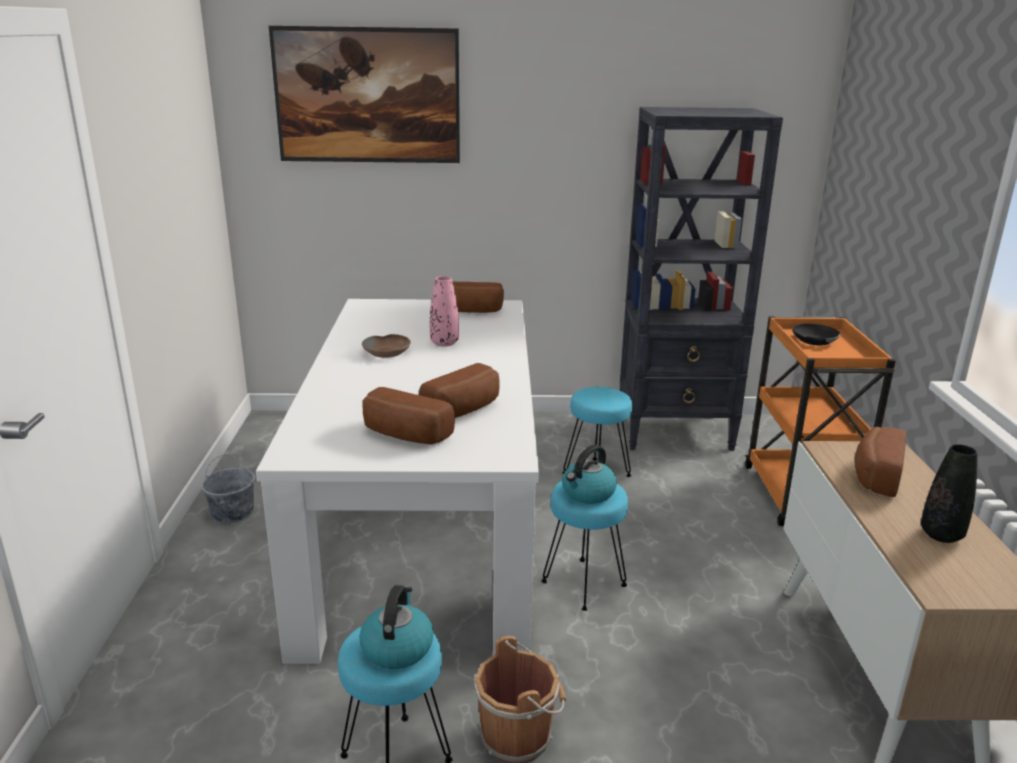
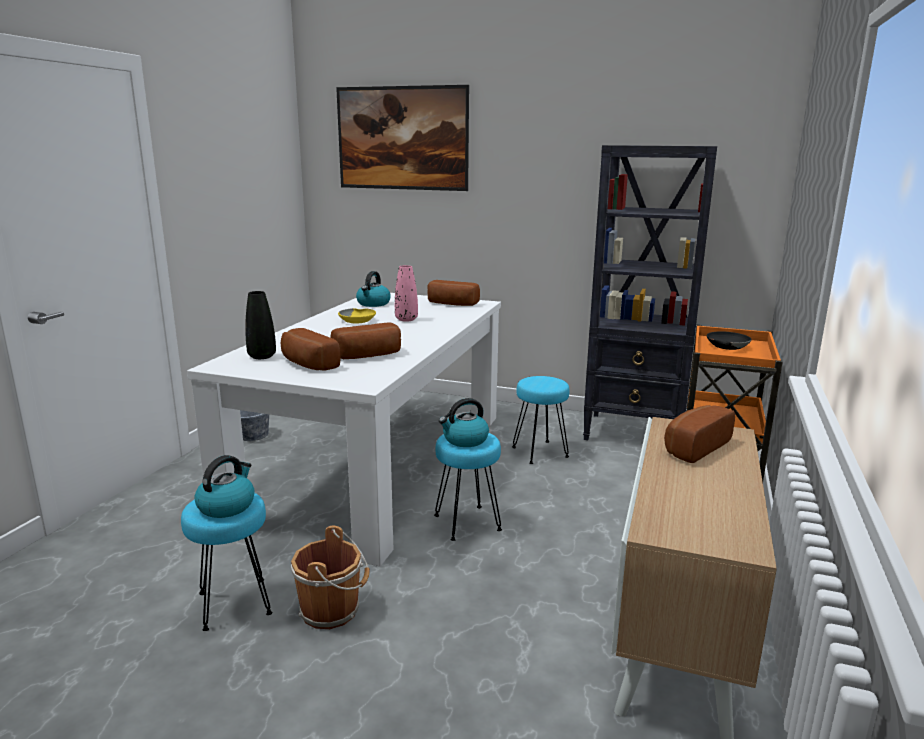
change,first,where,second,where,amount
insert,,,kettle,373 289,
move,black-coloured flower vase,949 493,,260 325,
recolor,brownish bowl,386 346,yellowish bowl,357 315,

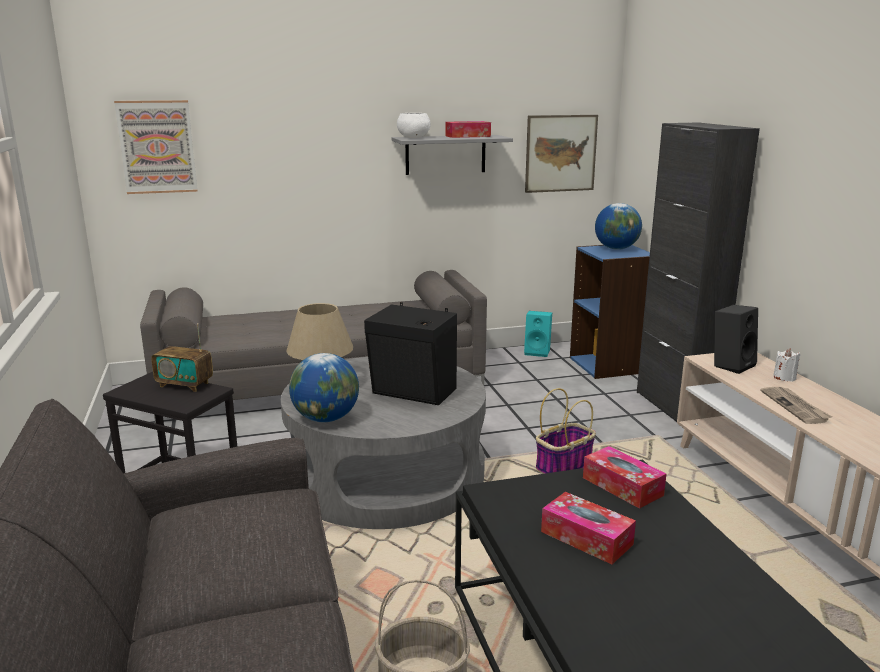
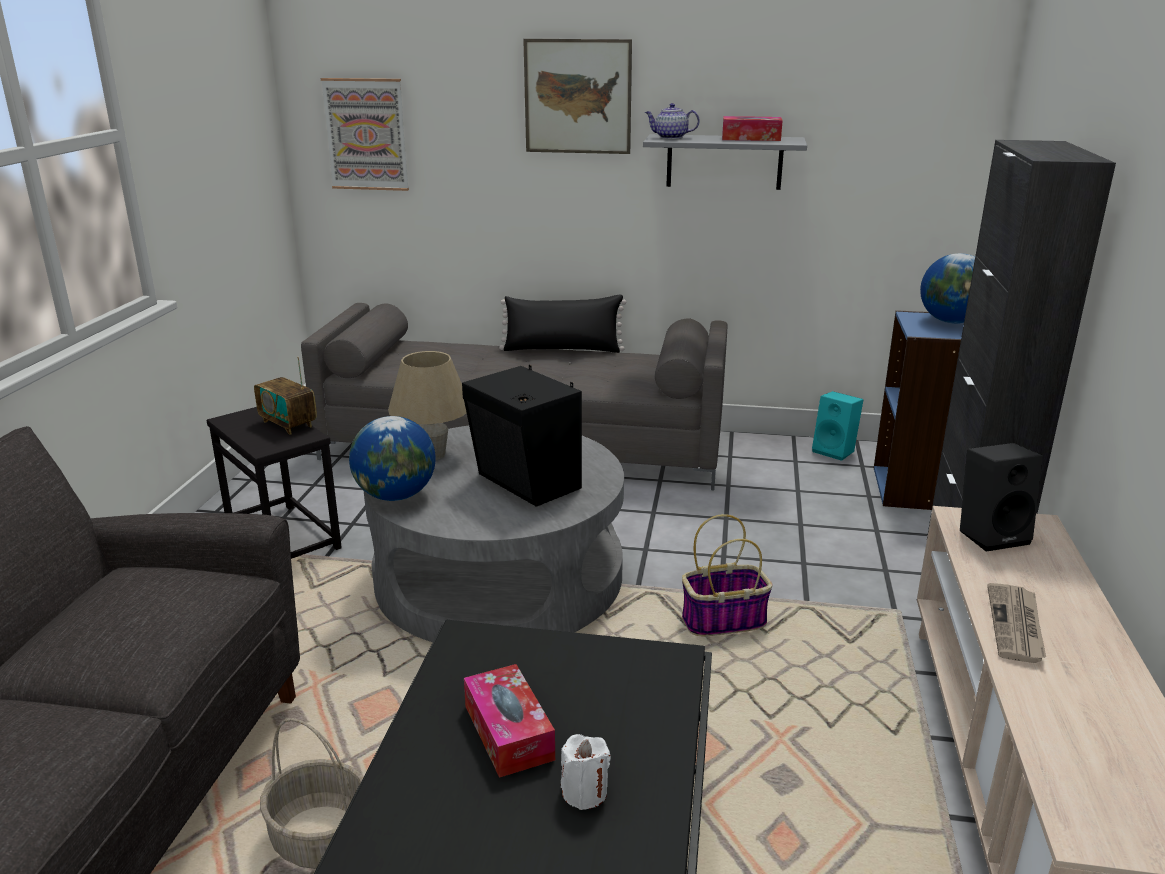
change,first,where,second,where,amount
delete,tissue box,624 477,,,
insert,,,black-coloured cushion,562 324,
move,wall art,561 154,,577 96,
move,white wax candle,786 365,,586 772,
replace,white bowl,414 125,tea pot,672 121,

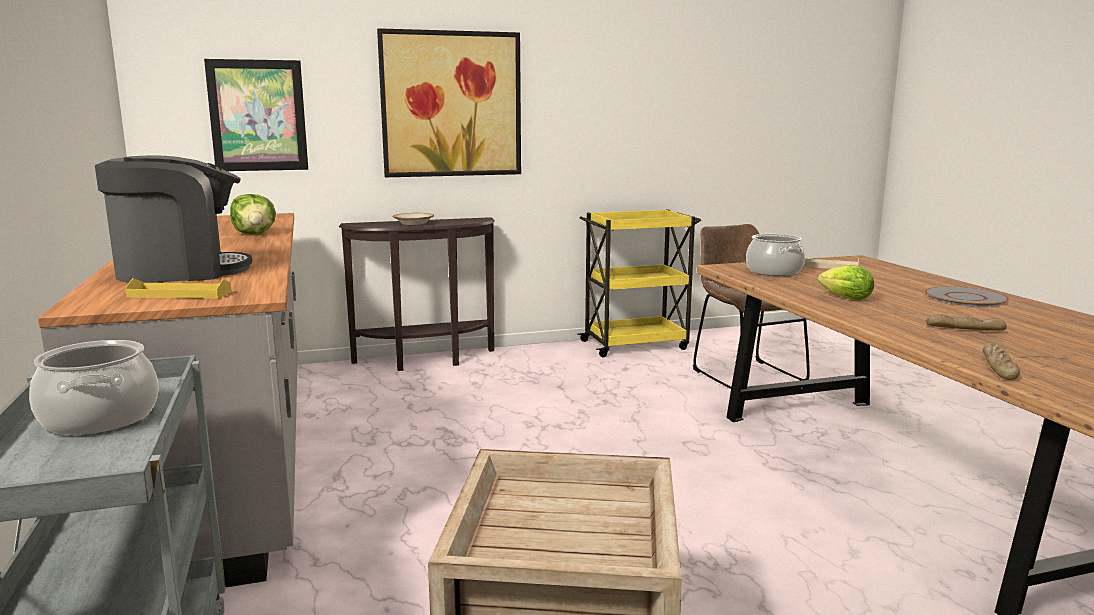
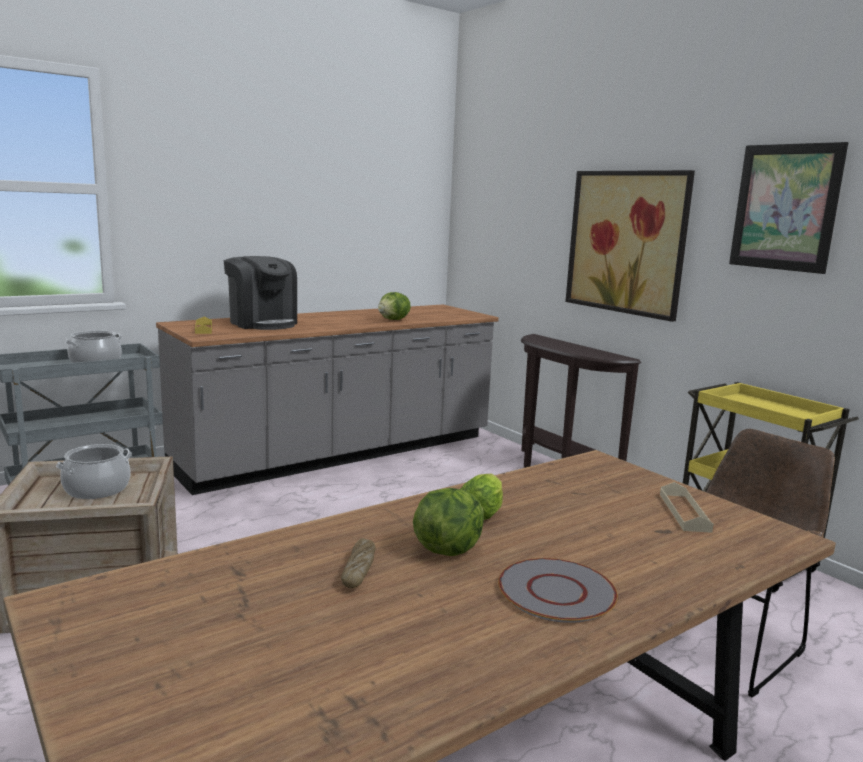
change,first,where,second,where,amount
delete,bowl,413 219,,,
delete,bakery bread,1001 361,,,
insert,,,head of lettuce,448 522,
move,wall art,256 115,,788 208,
move,cooking pot,775 255,,94 471,

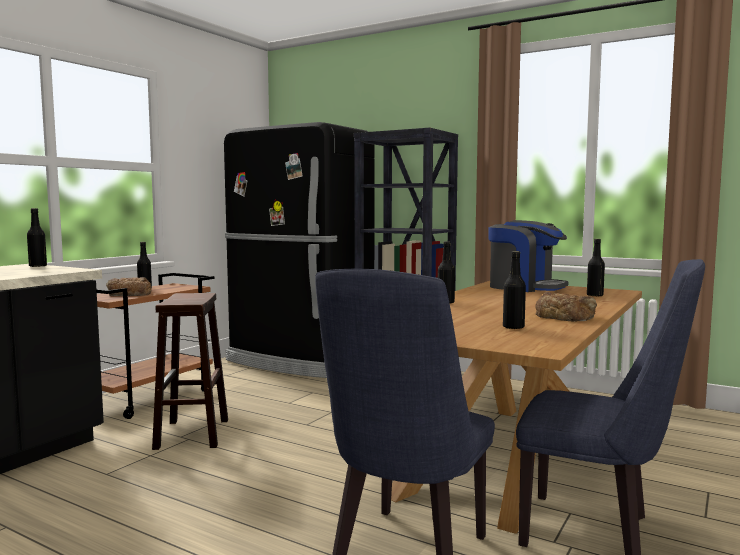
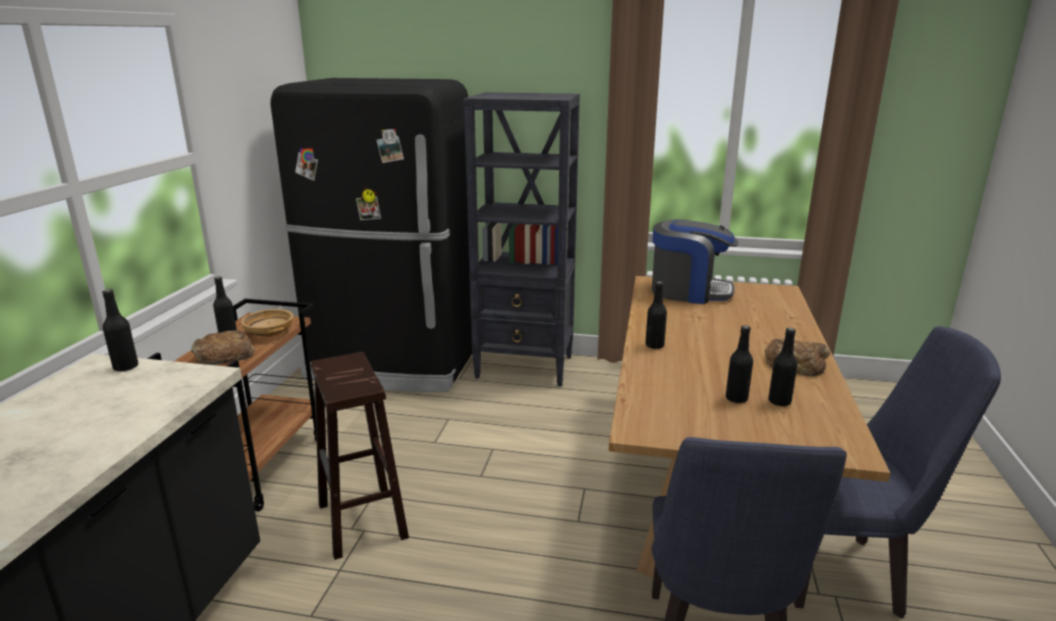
change,first,where,second,where,amount
insert,,,beige-coloured bowl,267 323,
move,black-coloured beverage bottle,596 267,,739 364,

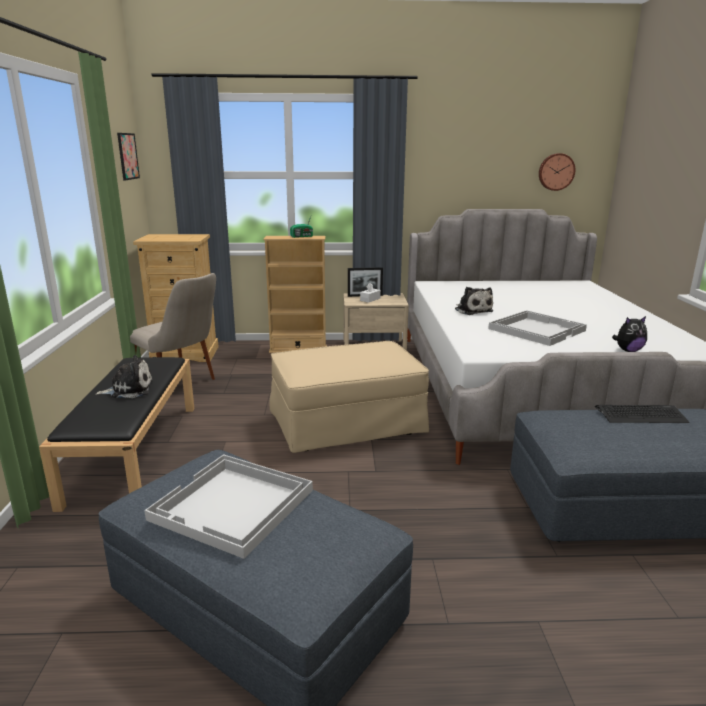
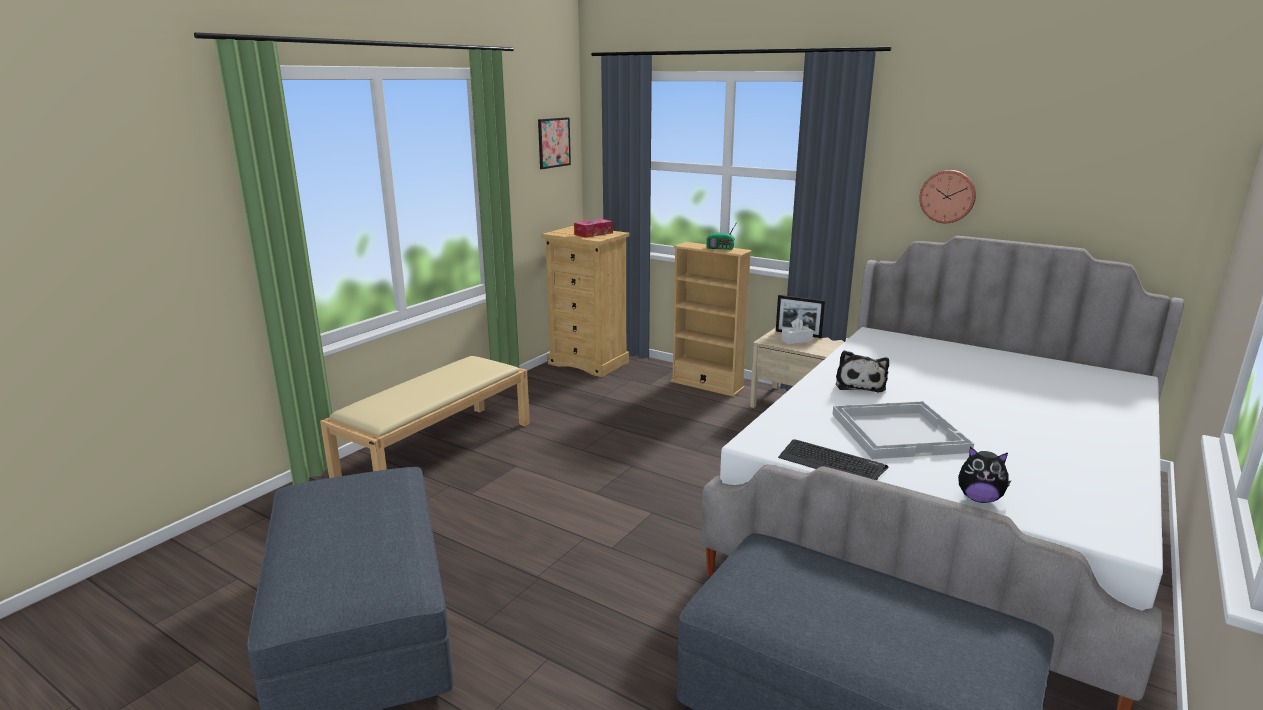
change,first,where,second,where,amount
delete,soft toy,124 376,,,
delete,beige-coloured plain chair,173 326,,,
delete,white tray,228 506,,,
delete,beige-coloured footrest,349 397,,,
insert,,,tissue box,593 228,
move,clock on the wall,557 172,,947 196,
move,PC keyboard,642 414,,833 459,
recolor,black-coloured long seat,116 434,beige-coloured long seat,425 417,

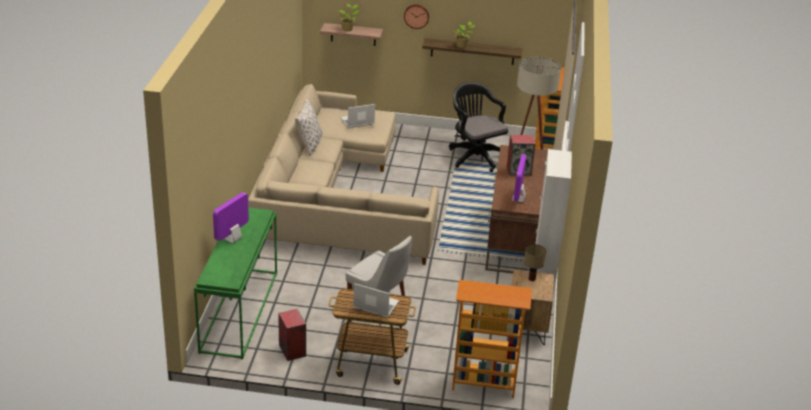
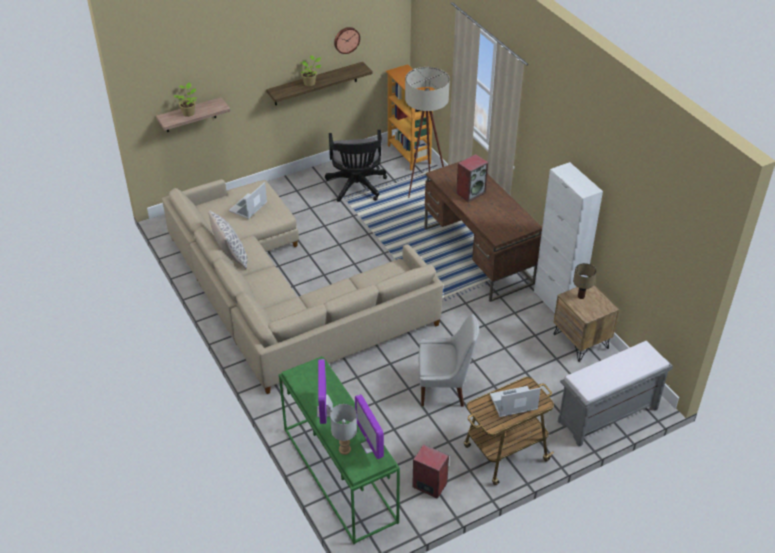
change,first,where,second,where,amount
insert,,,grey table lamp,343 429,
move,clock on the wall,416 16,,347 40,
move,computer display,519 178,,369 426,
replace,bookcase,492 339,grey long seat,615 393,
rotate,black-coloured desk chair,478 127,,356 166,120 degrees counterclockwise

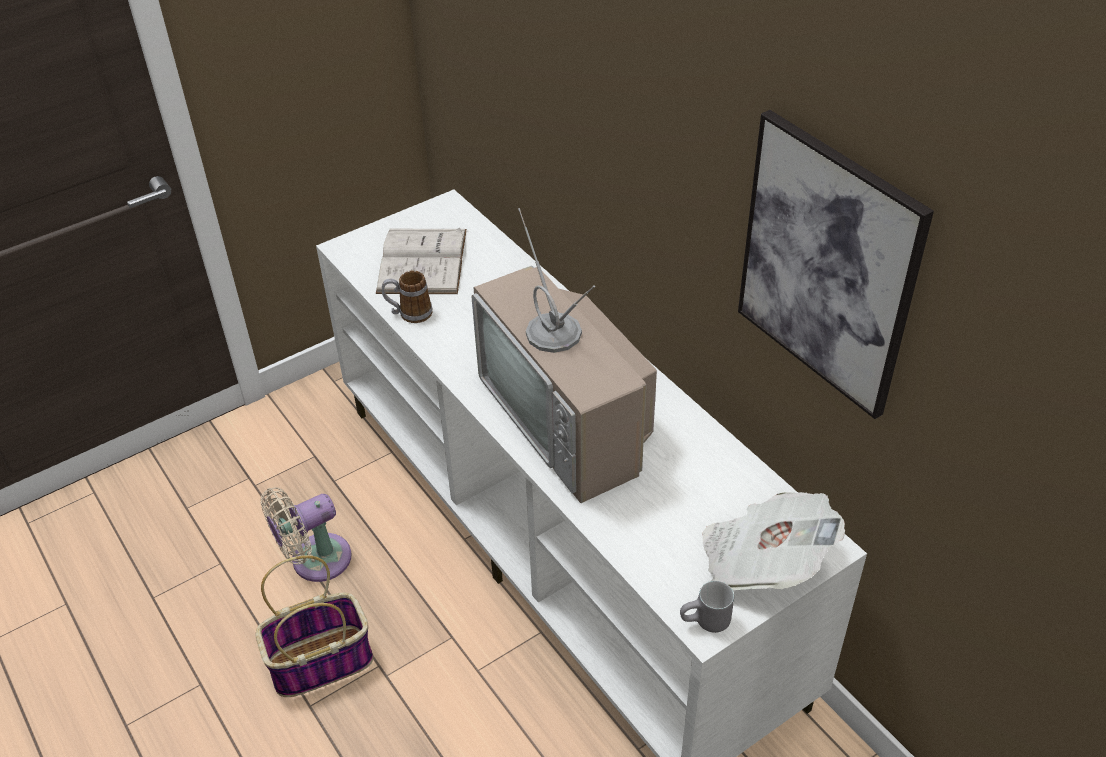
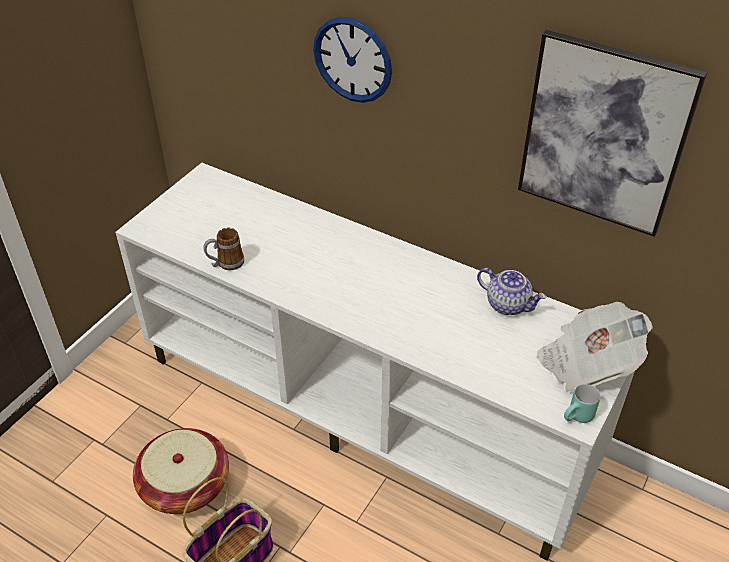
change,first,where,second,where,amount
delete,white volume,421 261,,,
delete,TV set,564 355,,,
insert,,,clock on the wall,352 60,
insert,,,tea pot,511 291,
replace,beige-coloured fan,306 534,basket,181 471,
recolor,grey mug,707 607,blue-green mug,582 403,

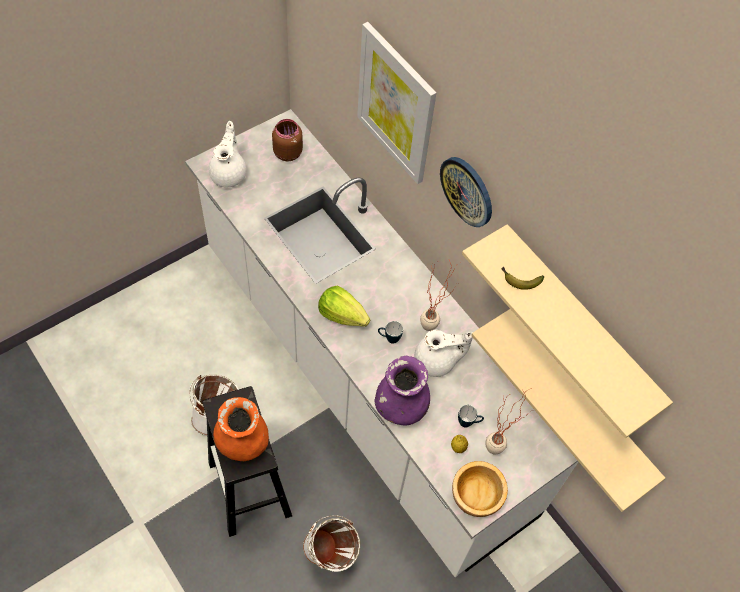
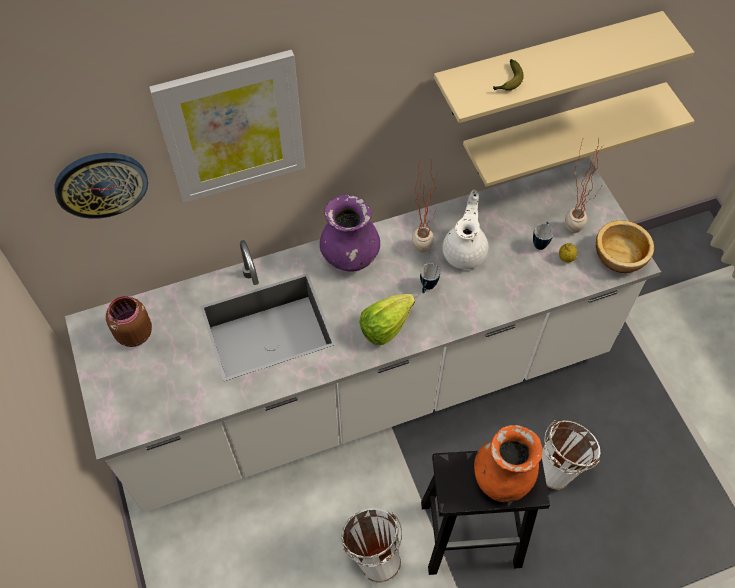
change,first,where,second,where,amount
delete,white tea pot,228 154,,,
move,purple-coloured flower vase,402 390,,350 232,
move,clock on the wall,466 192,,101 186,

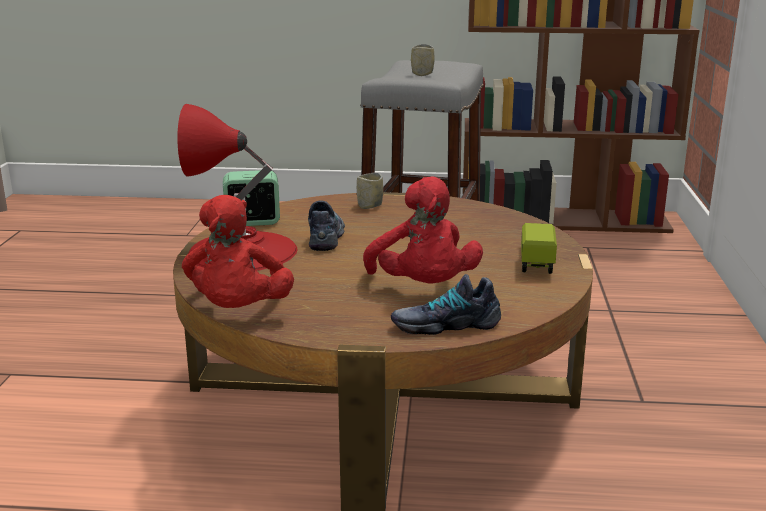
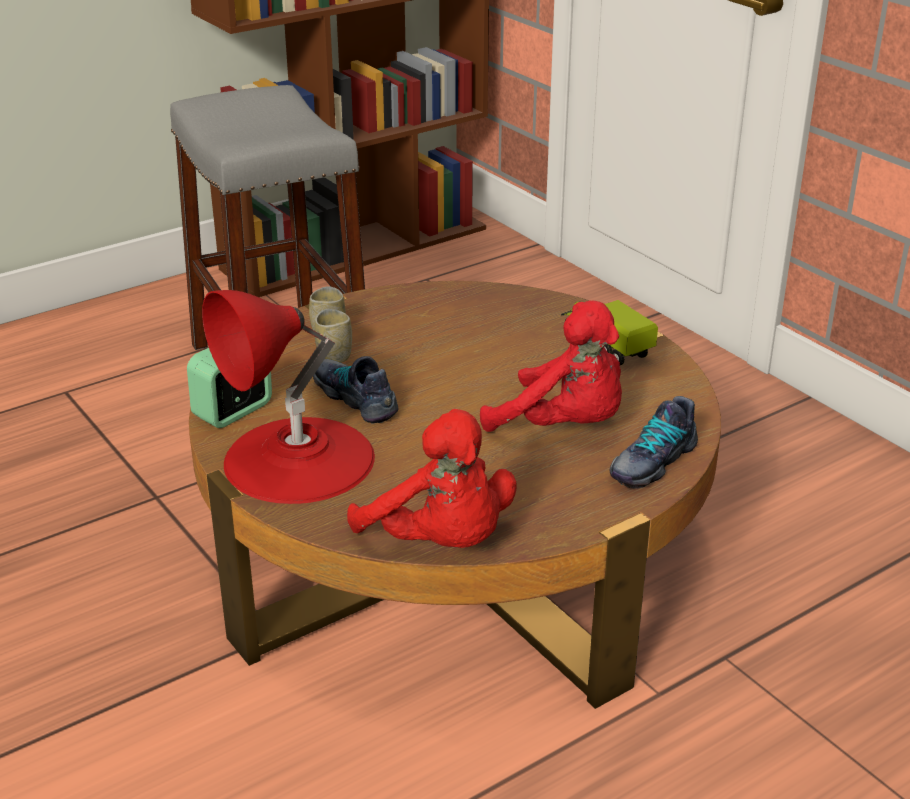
change,first,where,second,where,amount
move,drinking cup,423 60,,333 336,

